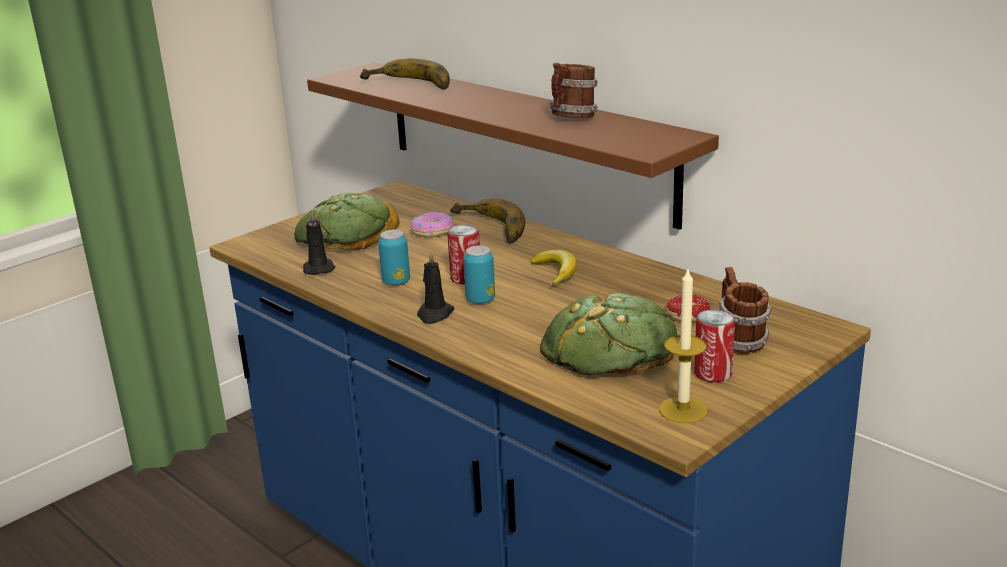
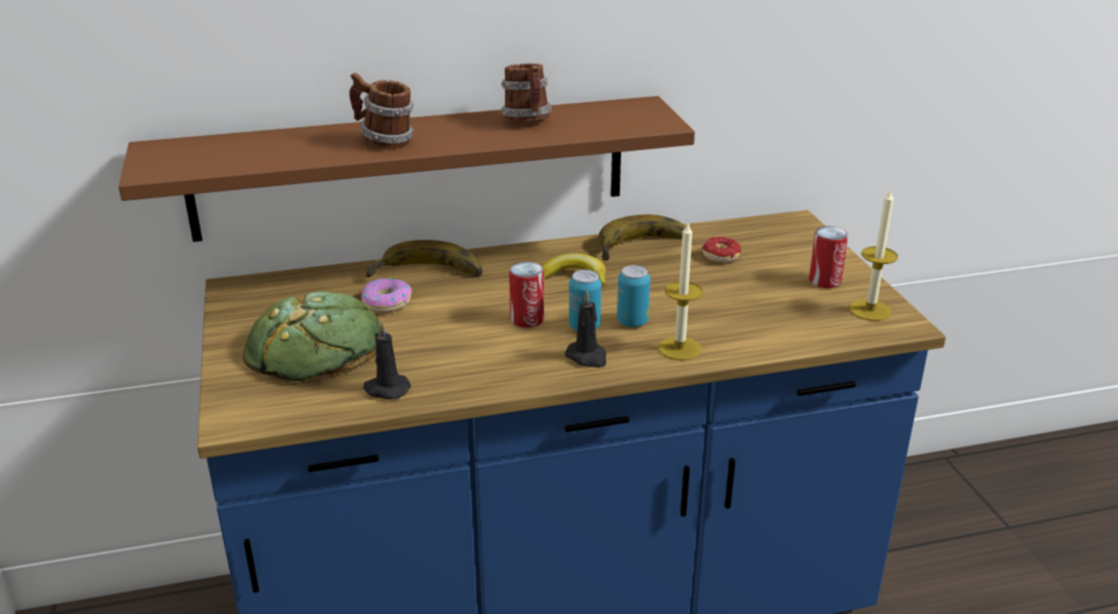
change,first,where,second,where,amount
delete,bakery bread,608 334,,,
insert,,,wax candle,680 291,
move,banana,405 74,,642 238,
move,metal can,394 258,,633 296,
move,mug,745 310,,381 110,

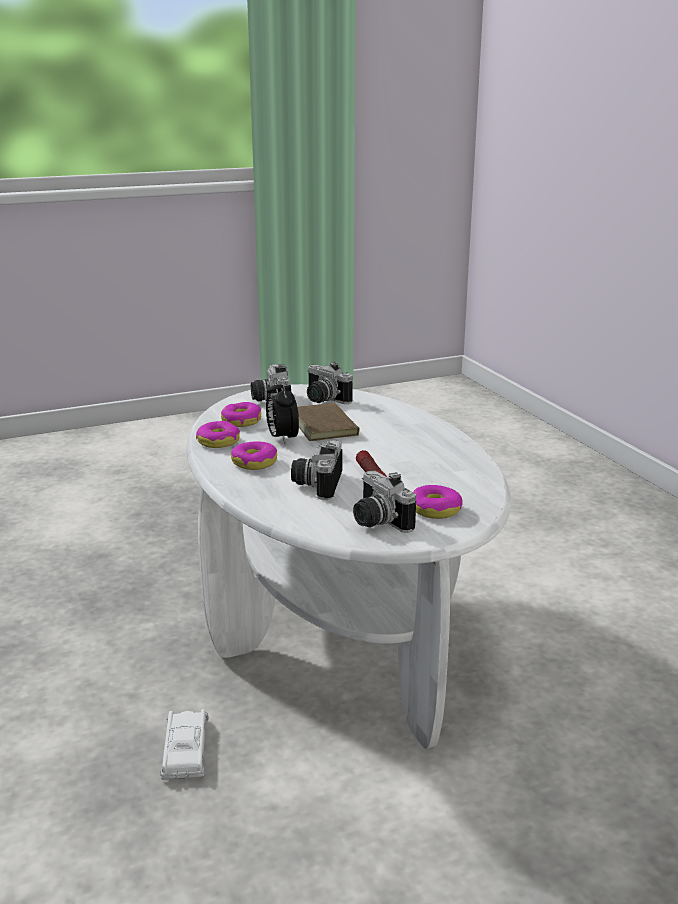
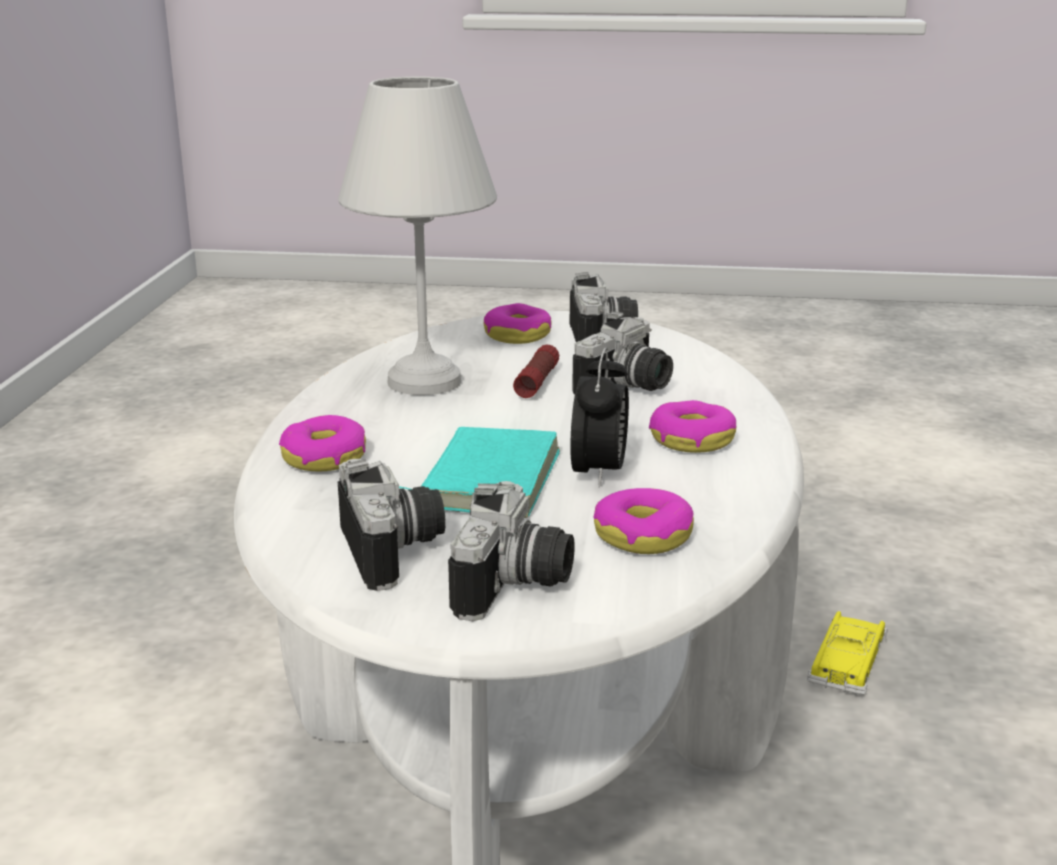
change,first,where,second,where,amount
insert,,,white table lamp,417 235,
move,ring doughnut,218 434,,322 443,
recolor,white miniature car,184 744,yellowish miniature car,847 653,
recolor,brownish volume,328 421,blue-green volume,479 472,

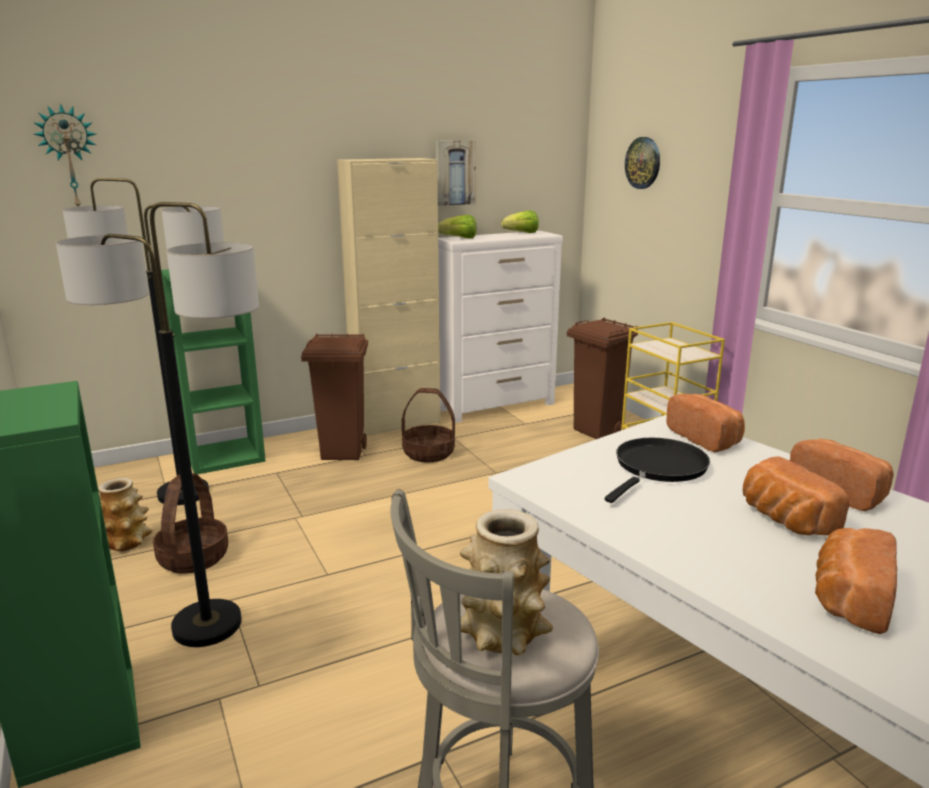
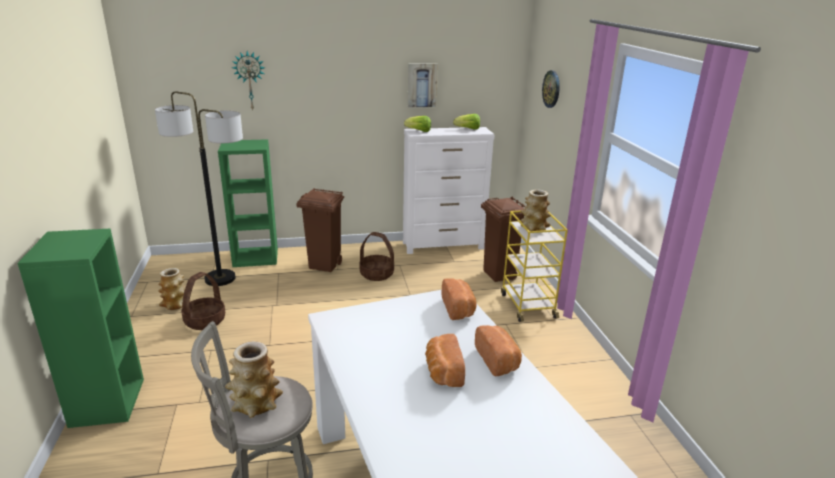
change,first,where,second,where,amount
delete,standard lamp,157 424,,,
delete,beige-coloured cupboard,388 297,,,
delete,black-coloured pan,657 470,,,
delete,bakery bread,856 581,,,
insert,,,flower vase,535 210,
move,clock on the wall,64 155,,248 80,

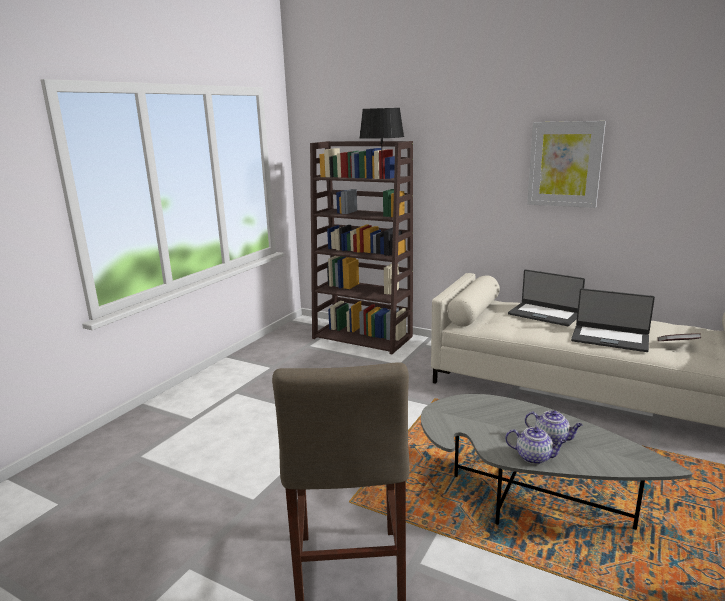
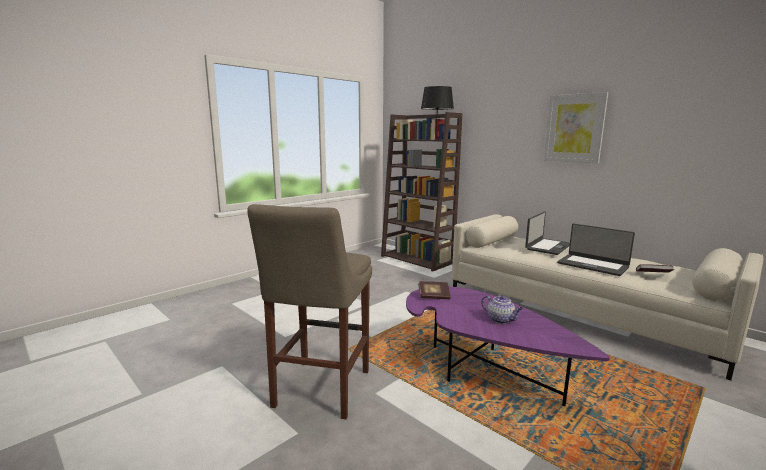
change,first,where,second,where,amount
delete,tea pot,535 445,,,
insert,,,volume,434 290,
recolor,grey coffee table,557 462,purple-coloured coffee table,508 346,
rotate,portable computer,546 297,,547 233,105 degrees counterclockwise

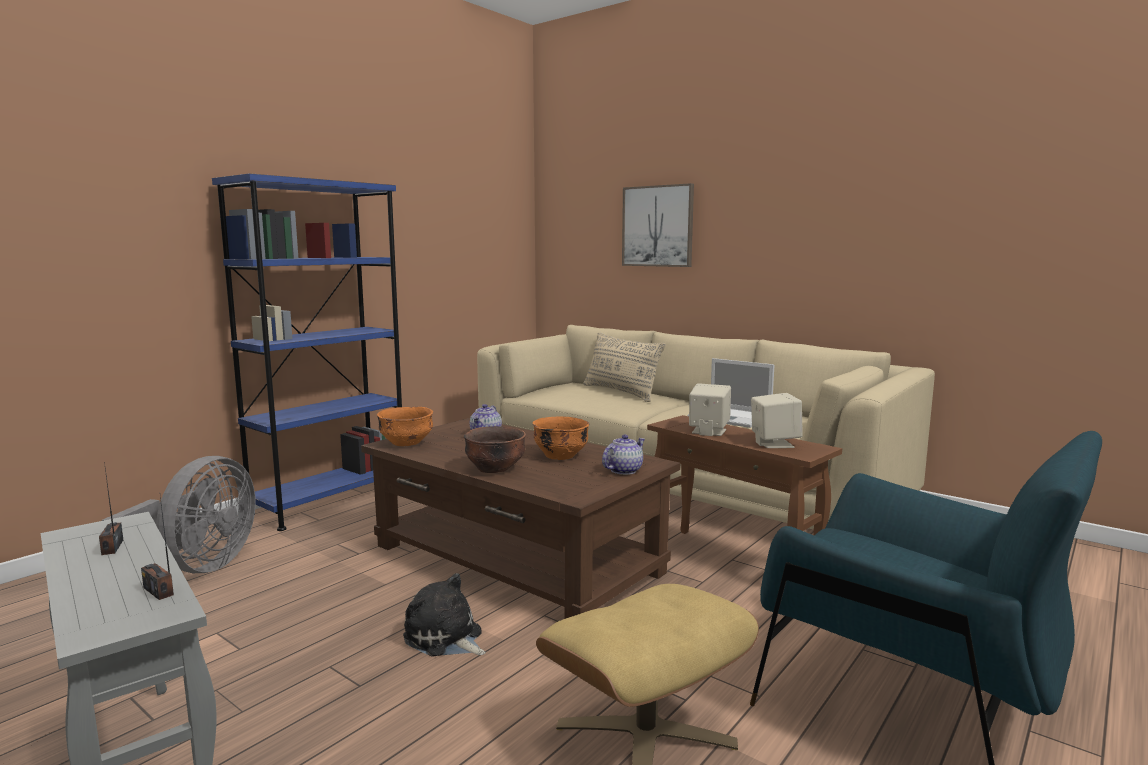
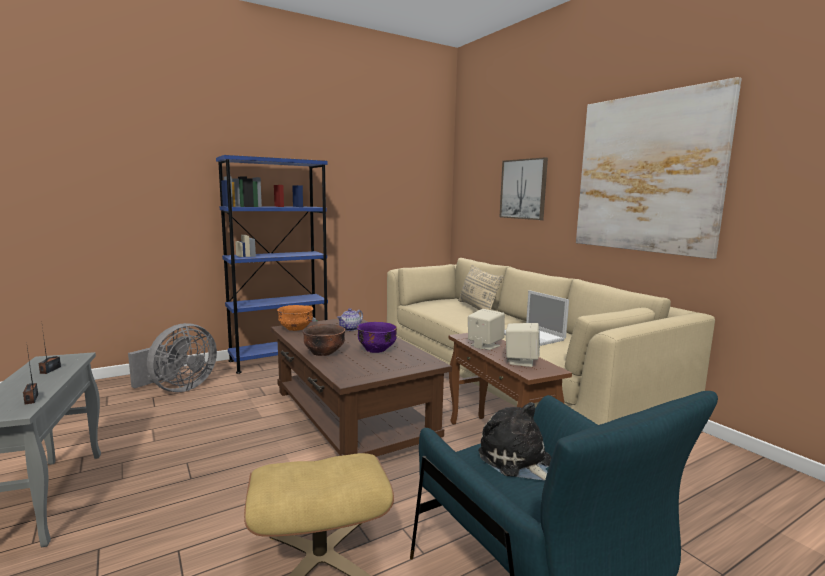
change,first,where,second,where,amount
delete,tea pot,623 455,,,
insert,,,wall art,659 168,
move,soft toy,444 615,,515 441,
recolor,orangey bowl,561 438,purple-coloured bowl,377 337,

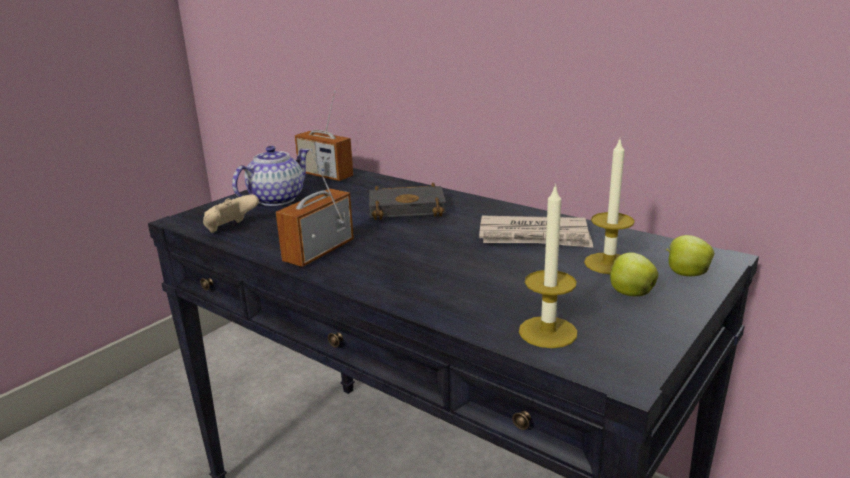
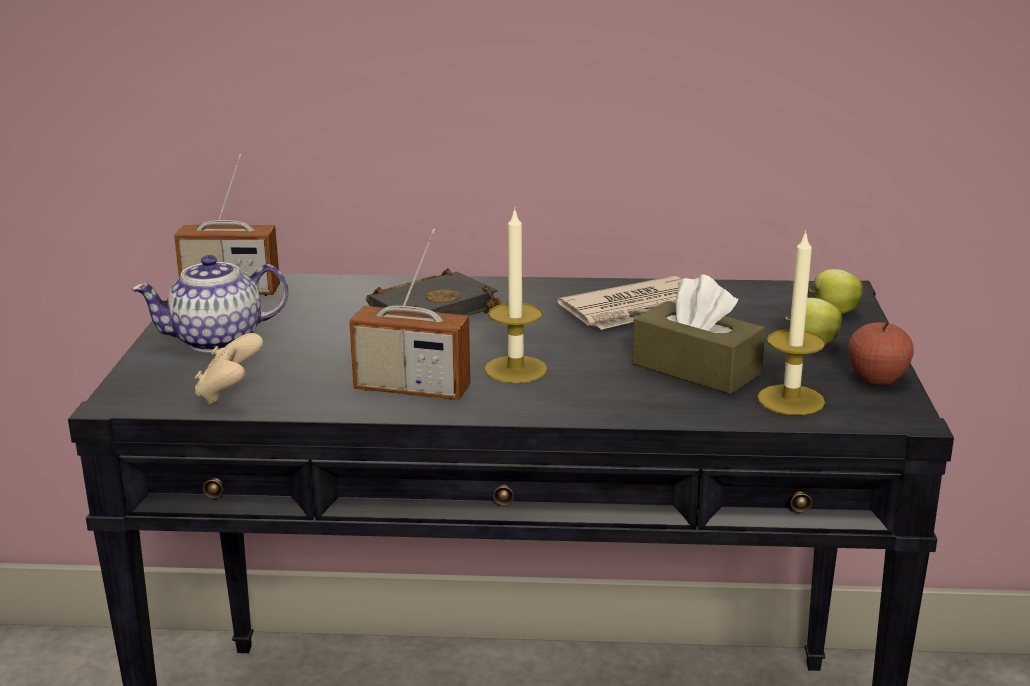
change,first,where,second,where,amount
insert,,,brownish tissue box,698 334,
insert,,,apple,881 353,
move,wax candle,609 207,,515 295,
rotate,tea pot,271 176,,210 303,120 degrees counterclockwise
rotate,radio receiver,315 207,,410 314,75 degrees counterclockwise

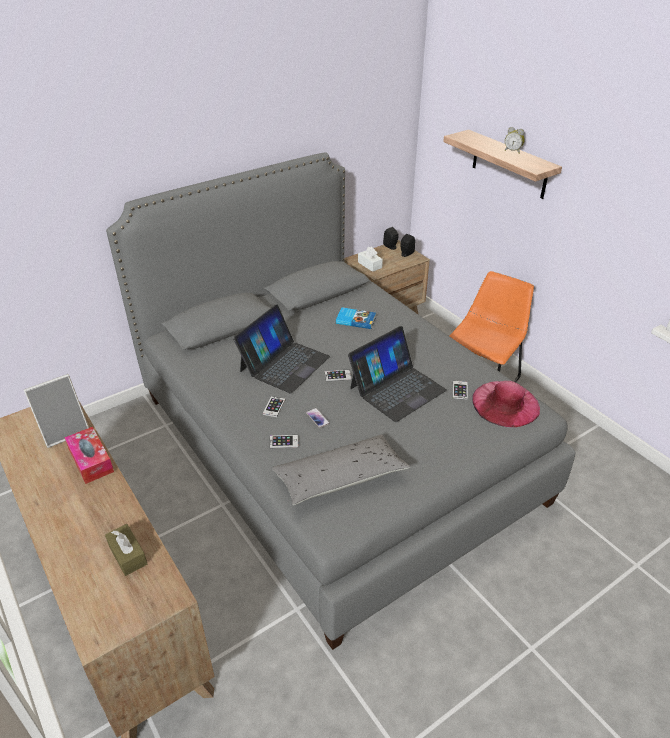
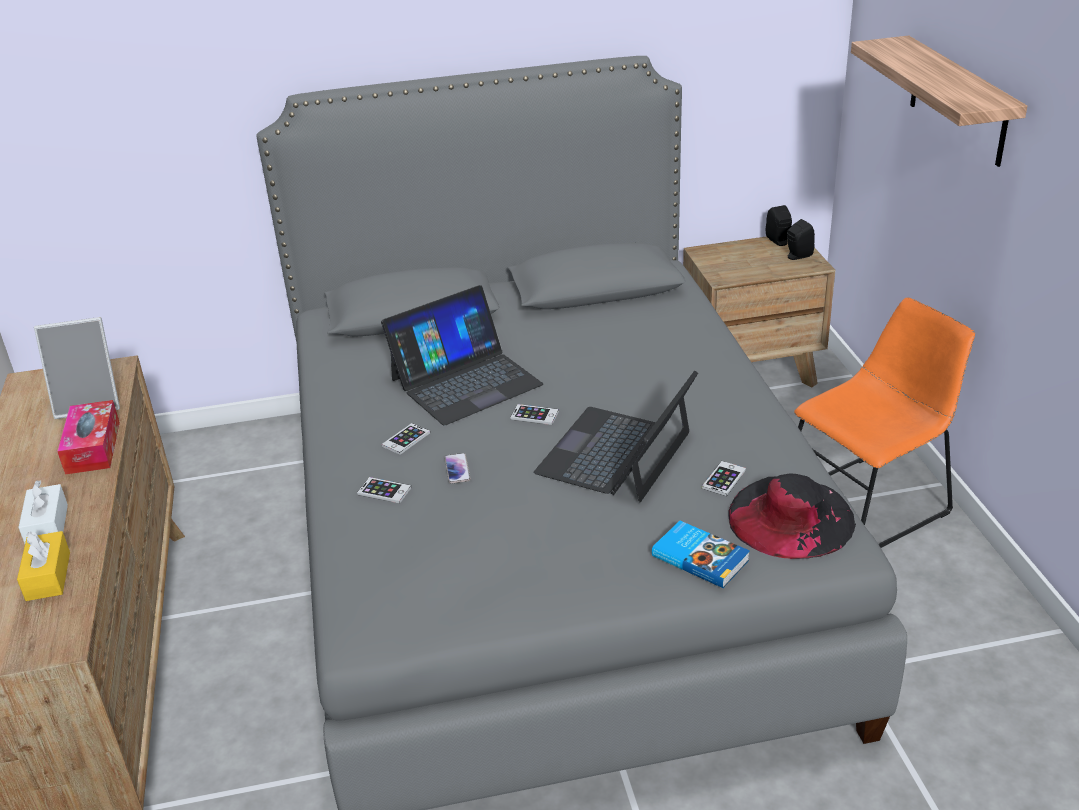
change,first,where,second,where,amount
delete,grey cushion,341 469,,,
delete,alarm clock,515 140,,,
move,volume,356 318,,701 554,
move,white tissue box,370 259,,43 512,
recolor,brownish tissue box,126 550,yellowish tissue box,43 566,
recolor,pink-coloured clothing hat,506 404,black-coloured clothing hat,792 516,
rotate,portable computer,397 374,,616 436,135 degrees clockwise

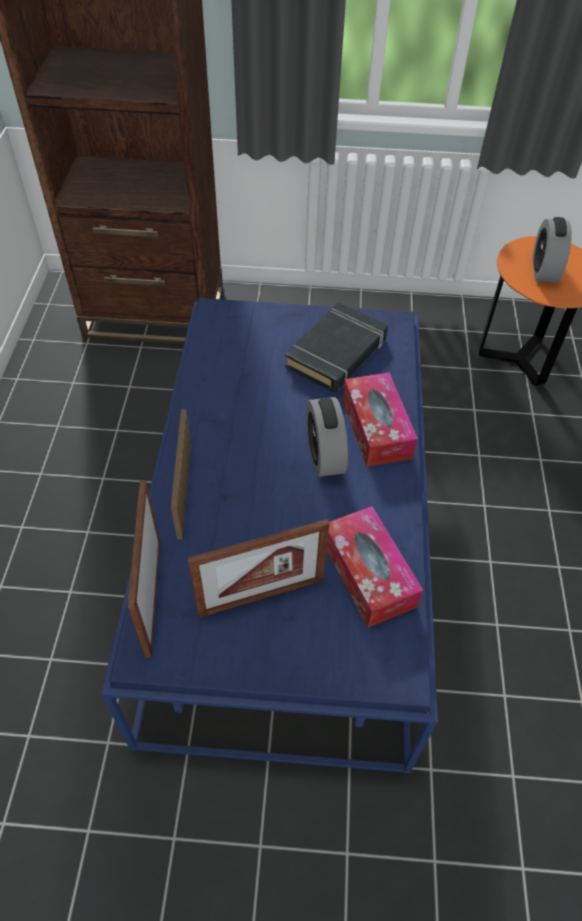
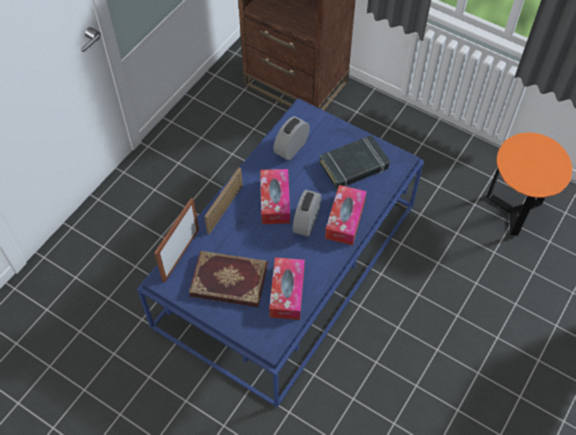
change,first,where,second,where,amount
insert,,,tissue box,275 196,
move,alarm clock,552 250,,291 138,
replace,photo frame,258 568,volume,228 279,

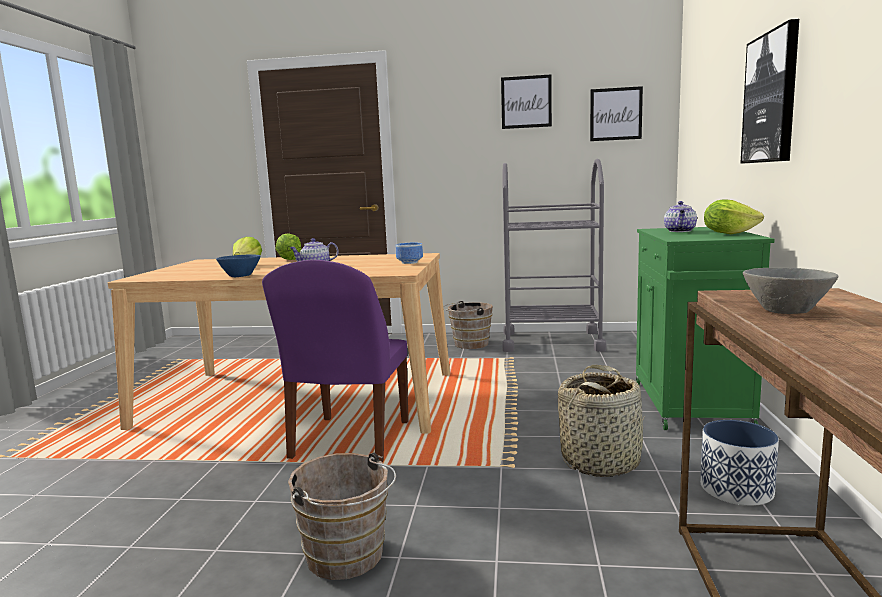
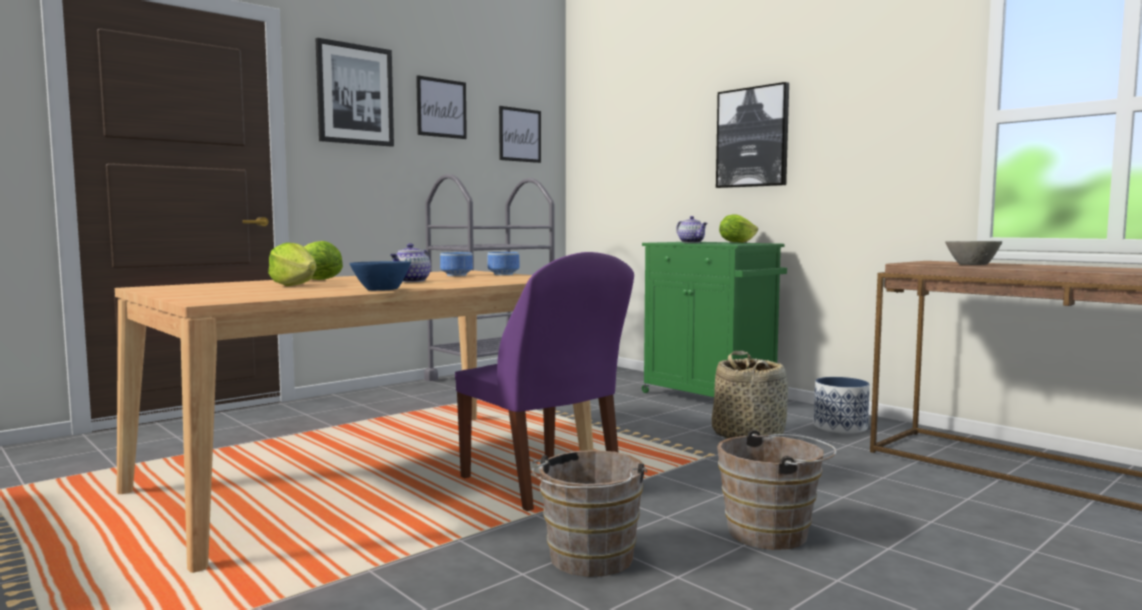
change,first,where,second,where,amount
insert,,,wall art,355 92,
insert,,,bowl,456 264,
move,brownish water bucket,468 325,,589 513,

